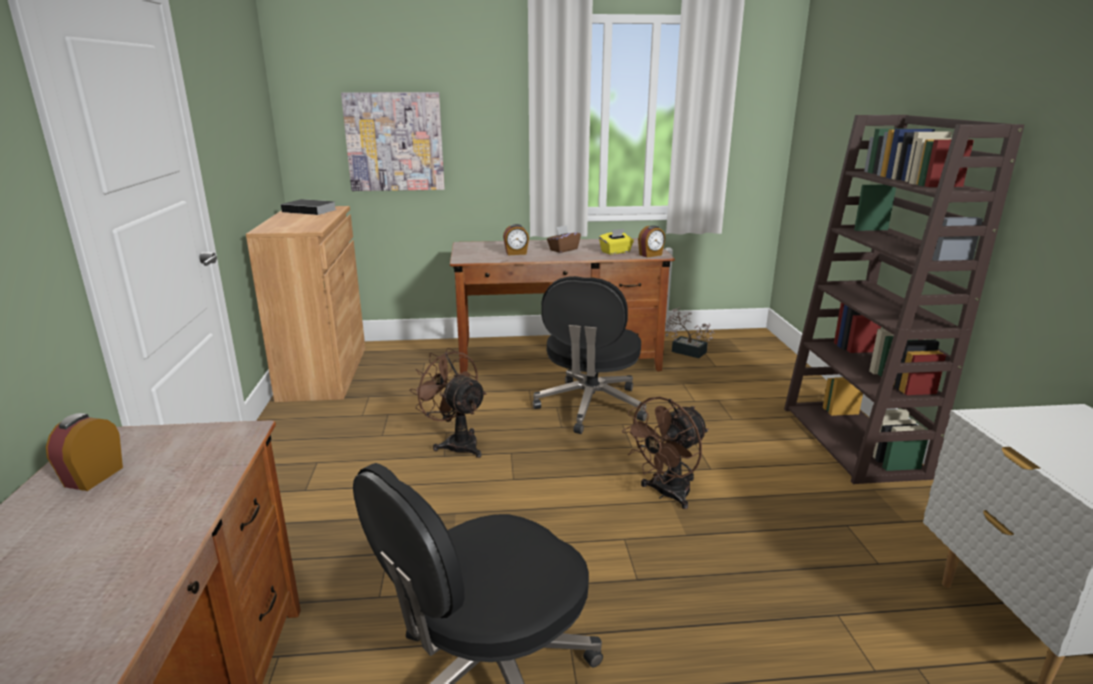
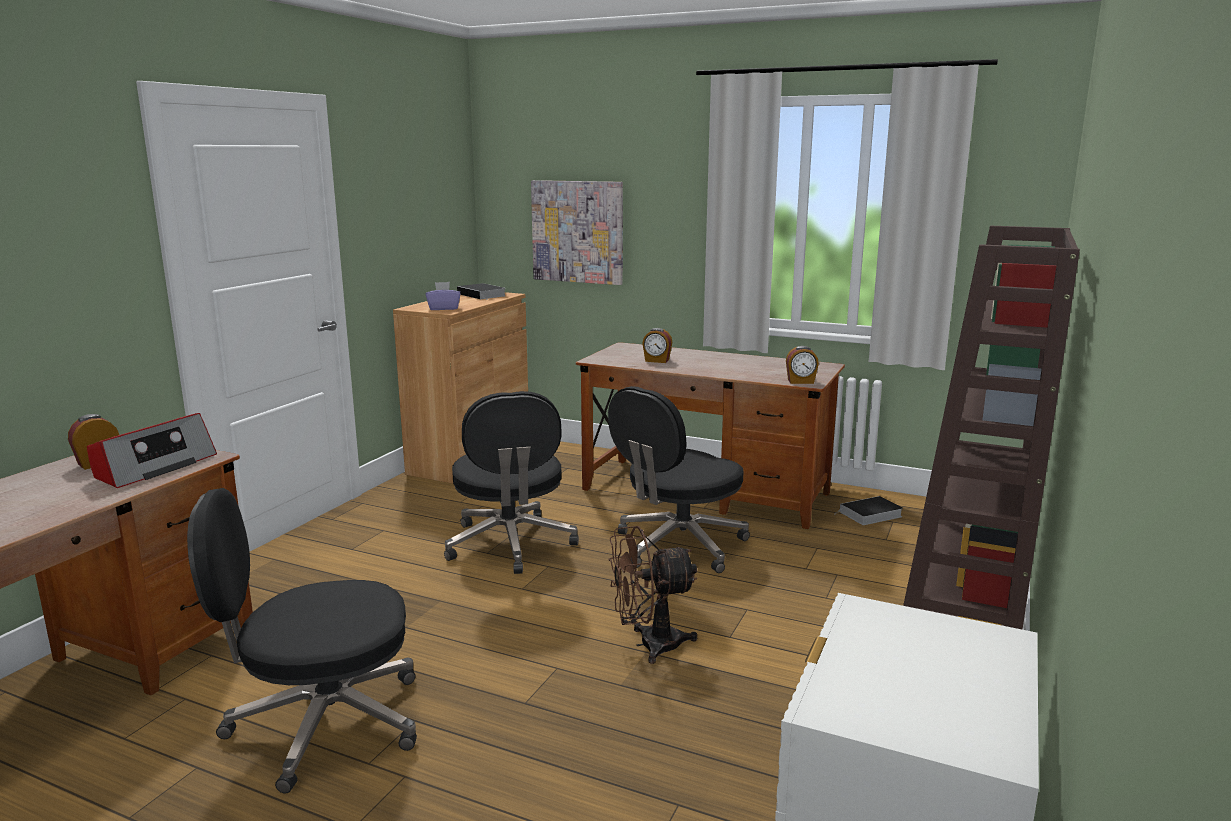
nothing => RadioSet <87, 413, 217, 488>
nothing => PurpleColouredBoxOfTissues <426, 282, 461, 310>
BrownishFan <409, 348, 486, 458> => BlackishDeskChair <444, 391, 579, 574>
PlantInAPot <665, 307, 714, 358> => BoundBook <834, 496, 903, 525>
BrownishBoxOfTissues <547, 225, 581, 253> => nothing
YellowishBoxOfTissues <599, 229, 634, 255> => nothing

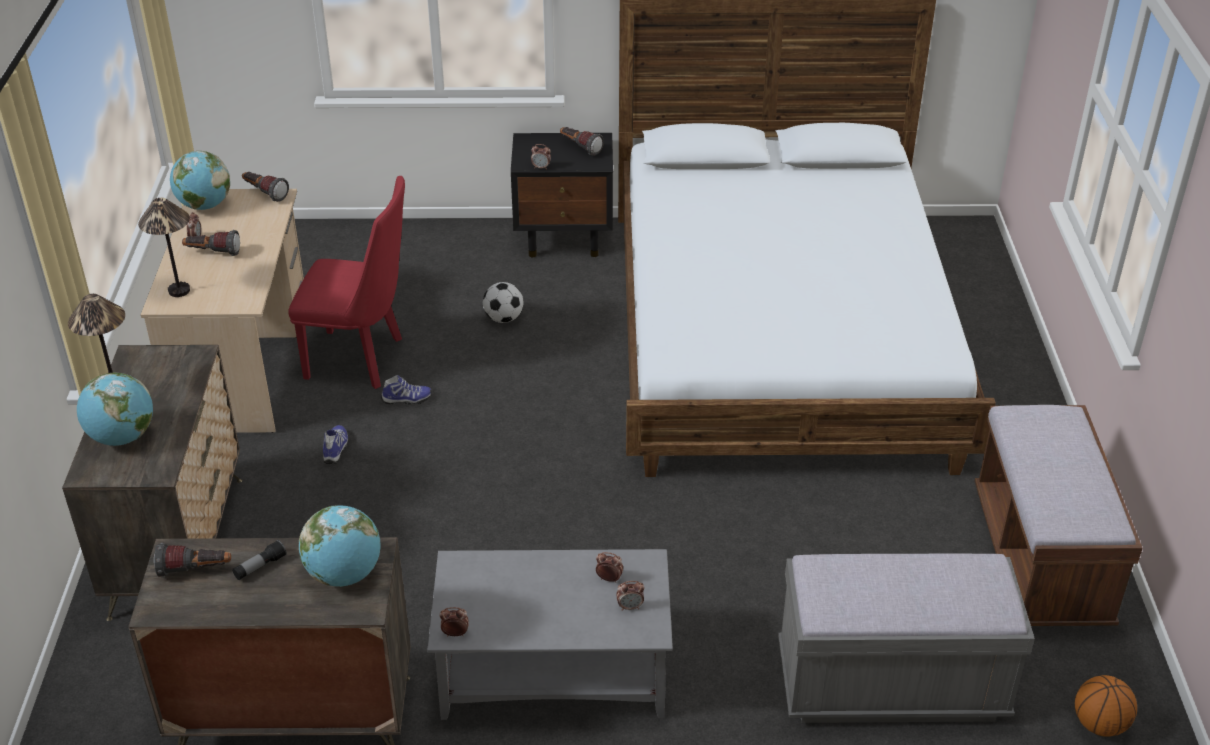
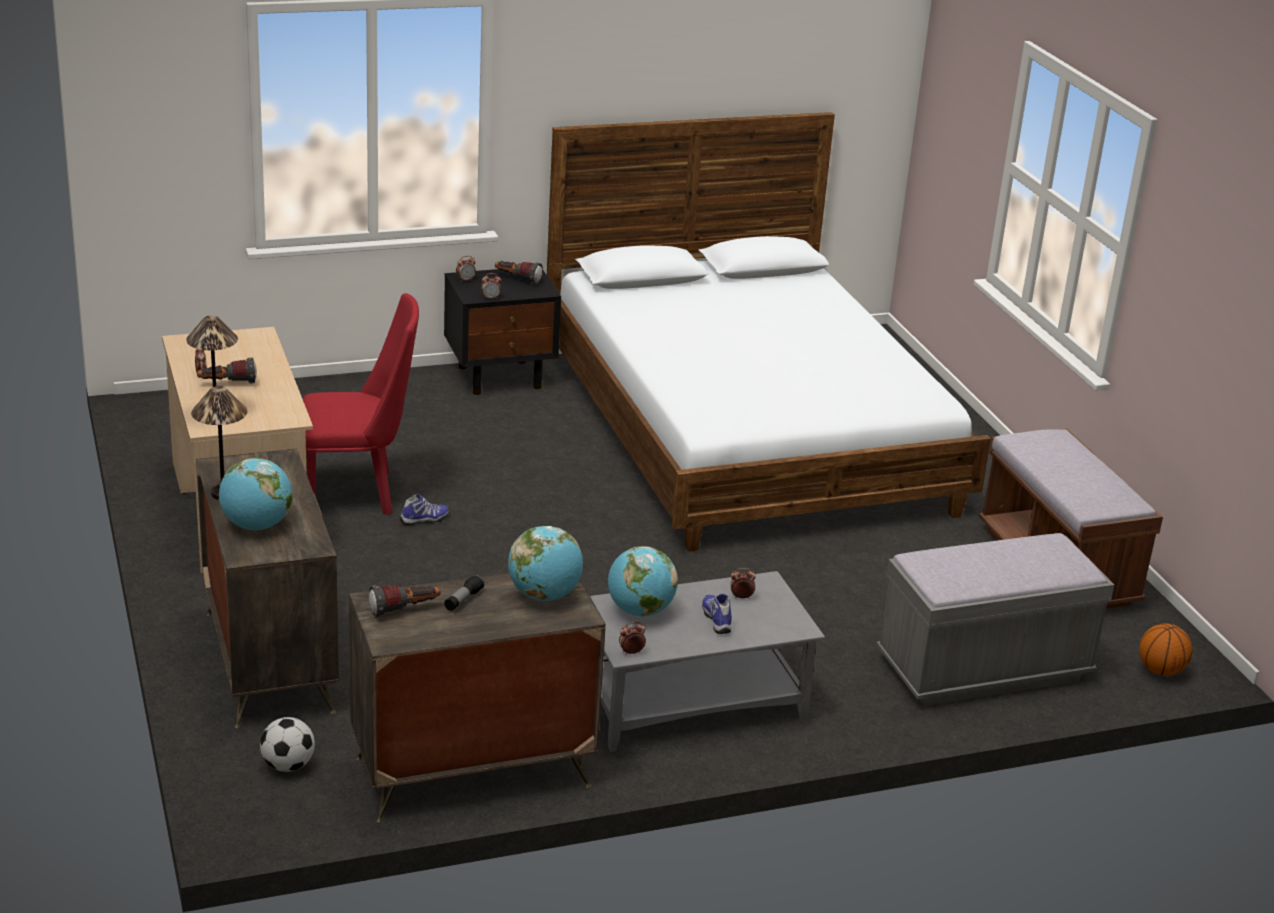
Football <483, 282, 523, 323> => Football <260, 717, 315, 772>, shifted
BedsideClock <617, 581, 645, 611> => BedsideClock <456, 256, 476, 281>, shifted
Globe <170, 151, 230, 210> => Globe <608, 546, 678, 617>, shifted
Shoe <323, 425, 349, 464> => Shoe <702, 594, 732, 634>, shifted
Torch <242, 172, 289, 202> => nothing

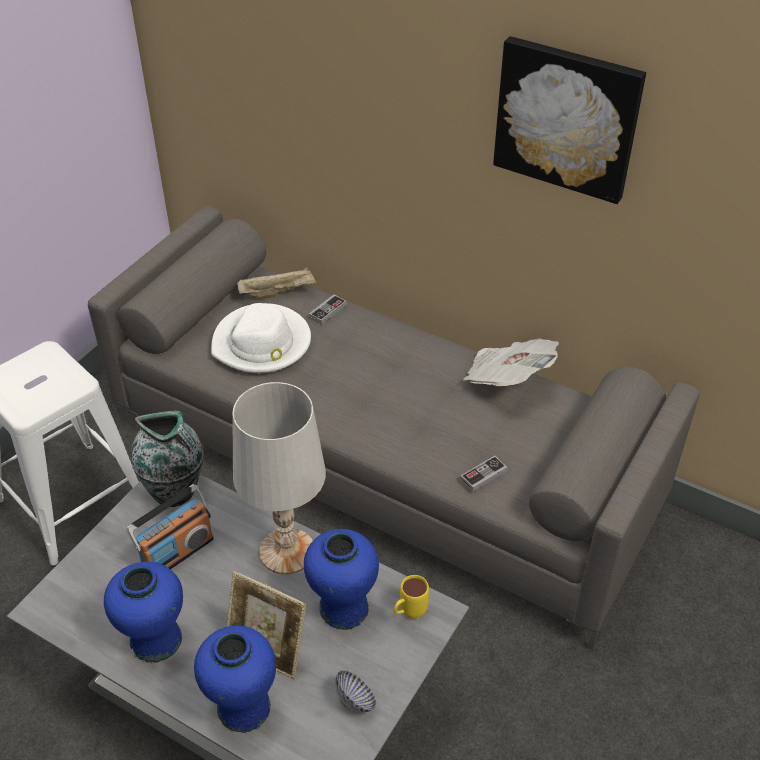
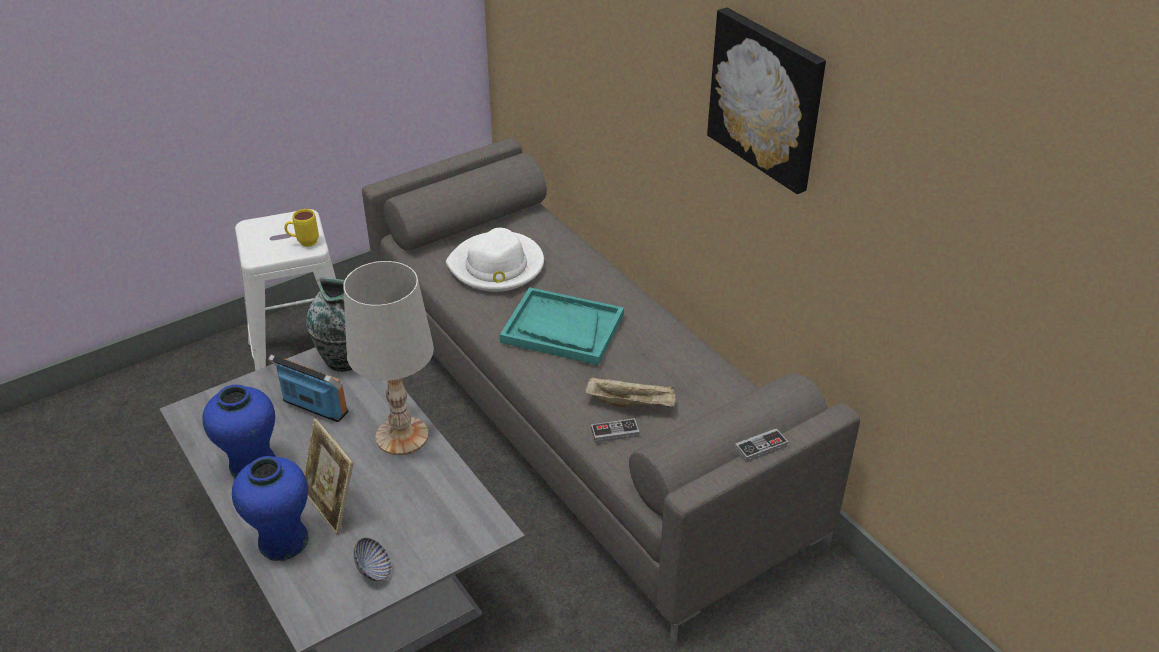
RadioSet <126, 484, 214, 569> => RadioSet <268, 355, 348, 422>, 135 degrees counterclockwise
YellowishTeaMug <394, 575, 429, 619> => YellowishTeaMug <284, 209, 319, 247>, shifted
nothing => TurquoiseColouredTray <500, 287, 624, 365>
BeigeTray <237, 267, 316, 298> => BeigeTray <585, 377, 675, 408>, shifted
Gamepad <309, 295, 346, 325> => Gamepad <735, 428, 788, 462>, shifted
BluishFlowerVase <304, 529, 379, 630> => nothing
Newspaper <464, 338, 559, 386> => nothing

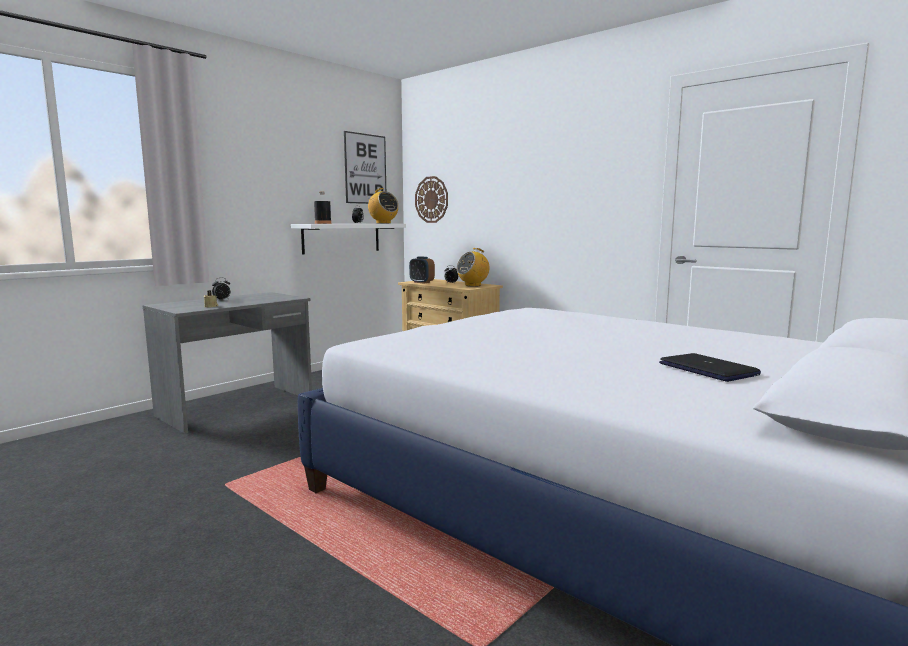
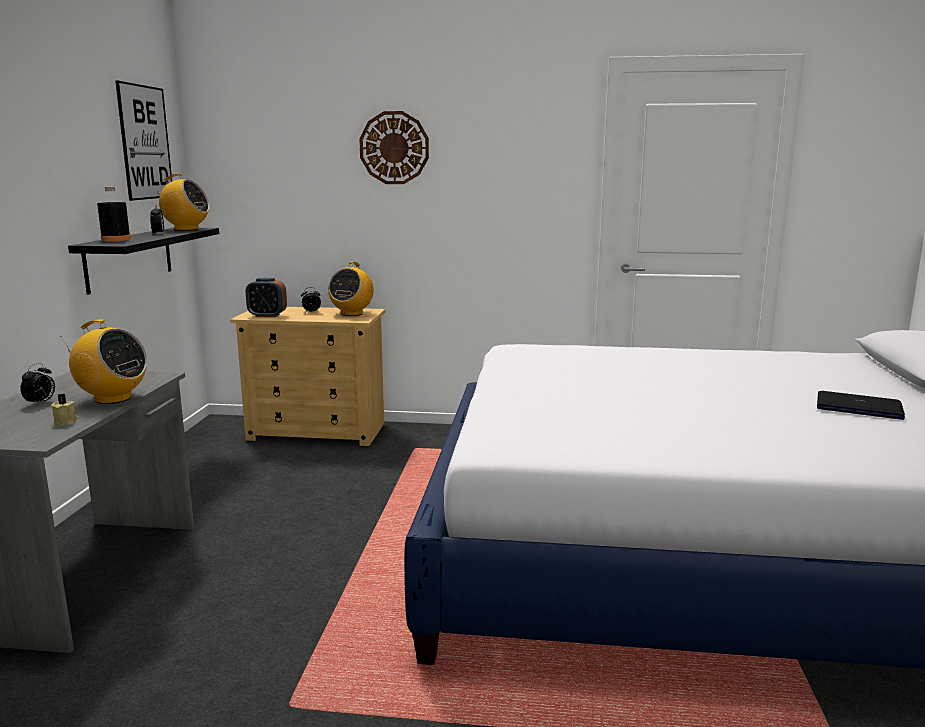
nothing => RadioSet <60, 320, 147, 404>
WhiteColouredShelf <291, 224, 406, 255> => BlackishShelf <68, 227, 219, 295>
HangingClock <415, 176, 448, 223> => HangingClock <359, 111, 429, 184>, shifted

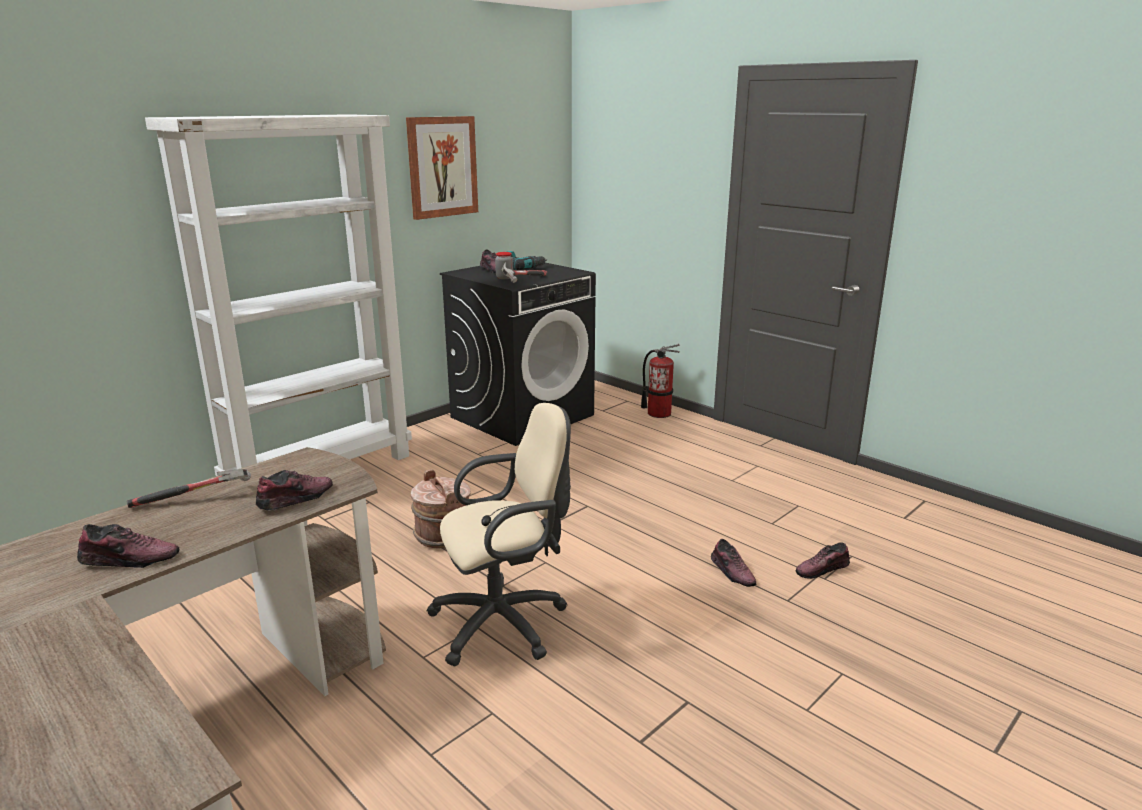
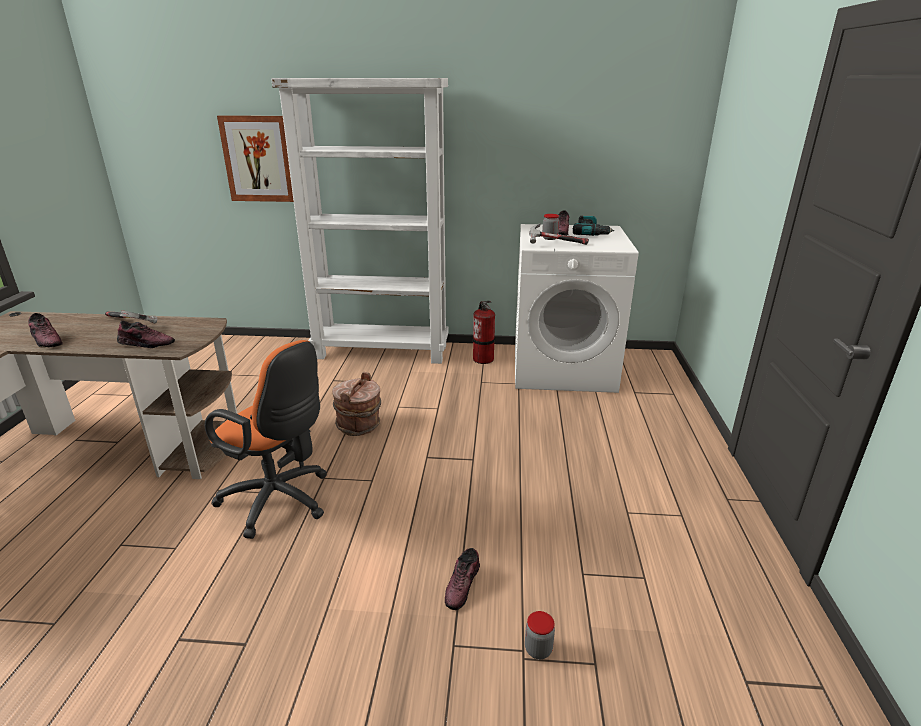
BeigeDeskChair <426, 403, 571, 666> => OrangeDeskChair <205, 340, 327, 539>
Picture <406, 116, 478, 220> => Picture <217, 115, 294, 202>, shifted
Extinguisher <641, 344, 680, 418> => Extinguisher <472, 301, 495, 364>, shifted
BlackishLaundryAppliance <440, 263, 596, 446> => WhiteColouredLaundryAppliance <515, 224, 639, 393>
Shoe <796, 543, 850, 579> => Jar <525, 611, 555, 659>

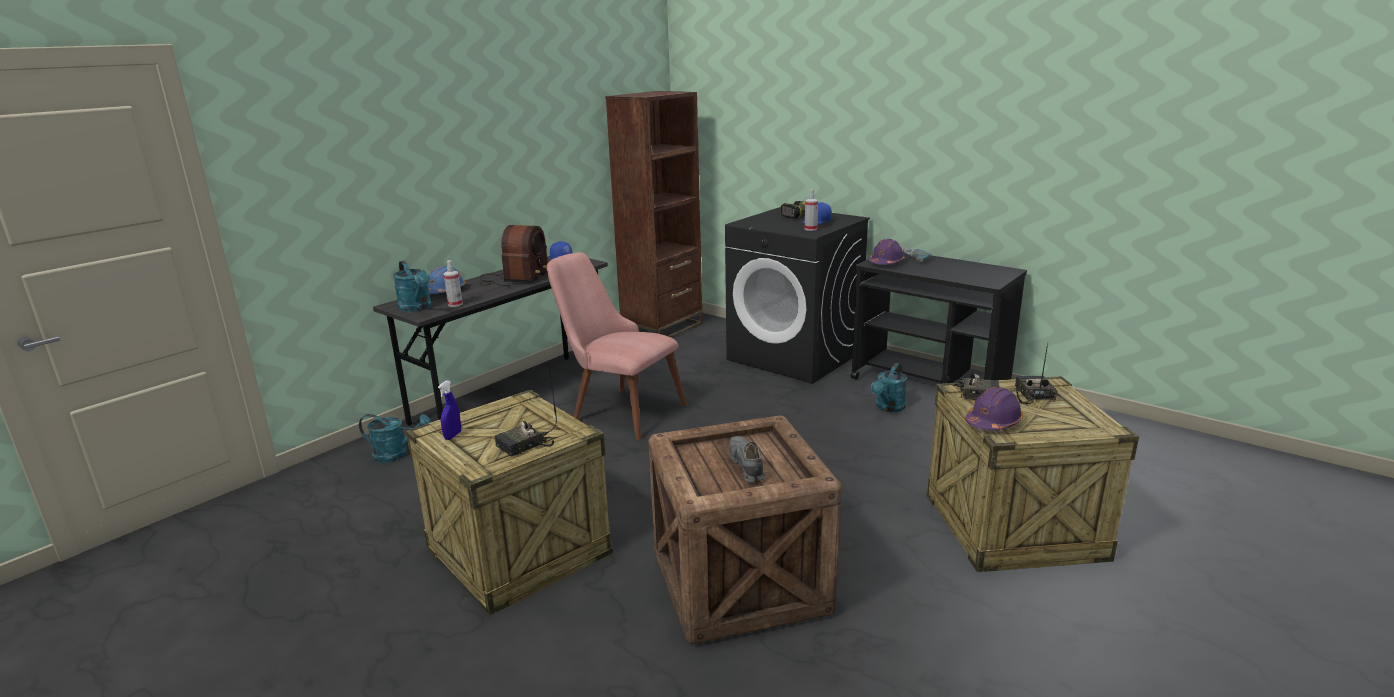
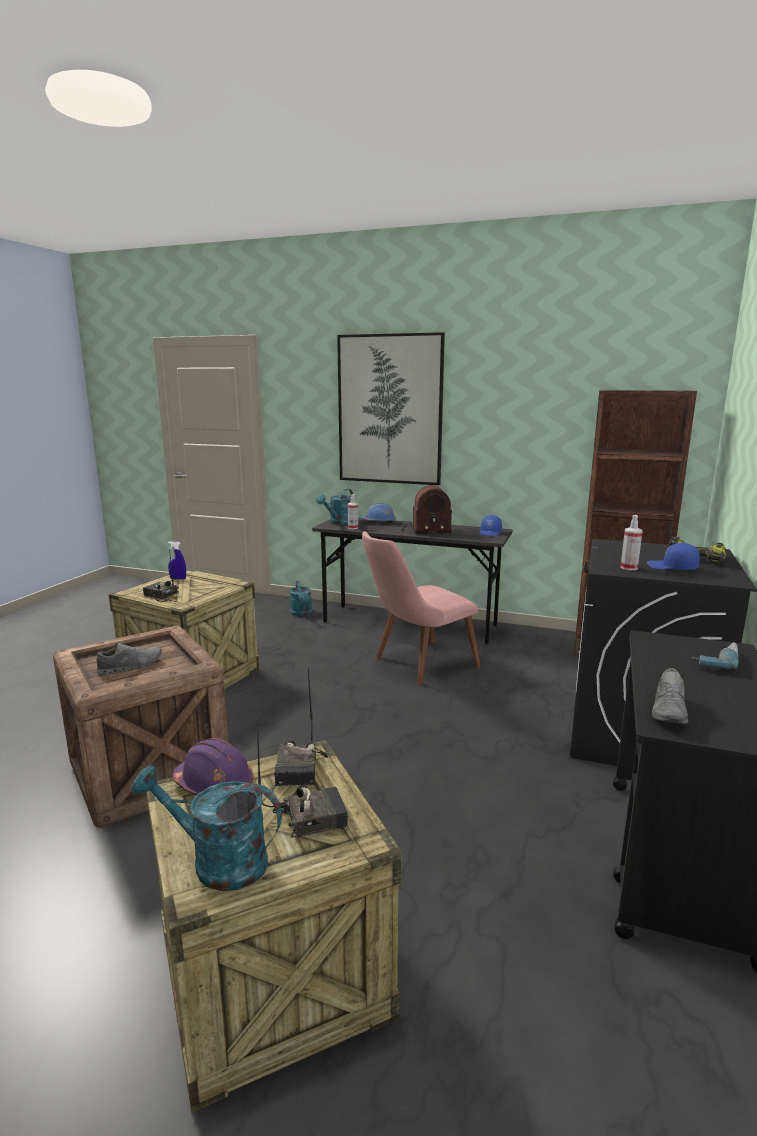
TurquoiseColouredWateringPot <871, 363, 907, 412> => TurquoiseColouredWateringPot <132, 765, 282, 891>, shifted
nothing => Picture <337, 332, 445, 485>
PinkishPlainChair <547, 252, 687, 440> => PinkishPlainChair <362, 531, 481, 686>, 135 degrees counterclockwise
nothing => GreyishShoe <652, 668, 688, 724>
PurpleColouredSafetyHelmet <869, 239, 904, 265> => nothing

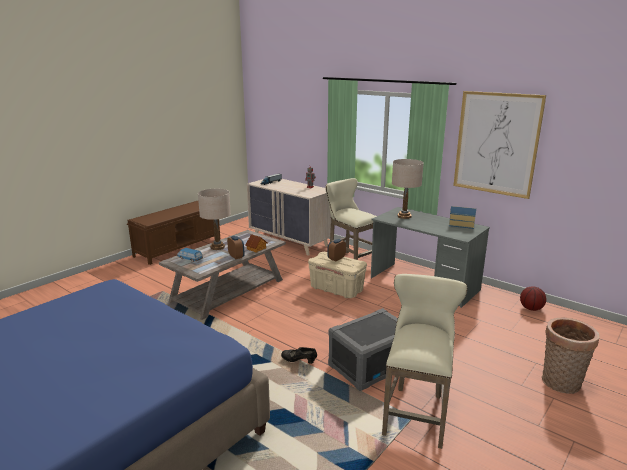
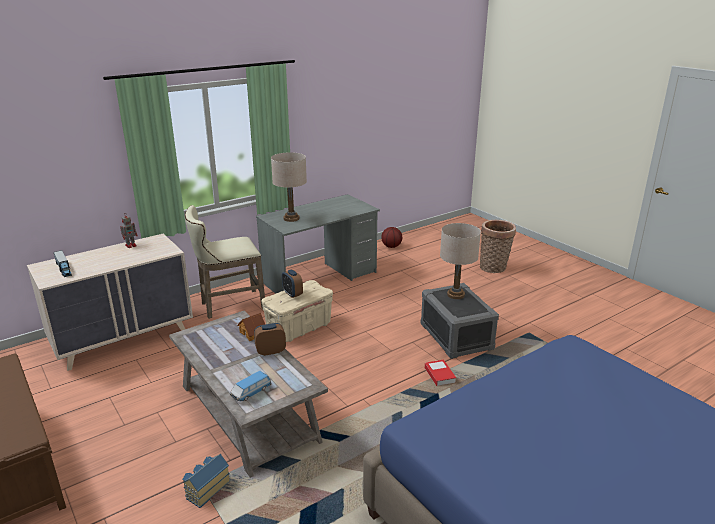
ModelHouse <449, 206, 476, 229> => ModelHouse <182, 454, 230, 508>, shifted
BlackishShoe <281, 347, 317, 364> => BoundBook <425, 359, 456, 386>
BeigeTabletopLamp <198, 189, 231, 250> => BeigeTabletopLamp <440, 223, 481, 299>, shifted
BeigeStoolSeat <382, 274, 467, 449> => nothing
Picture <453, 91, 546, 199> => nothing

